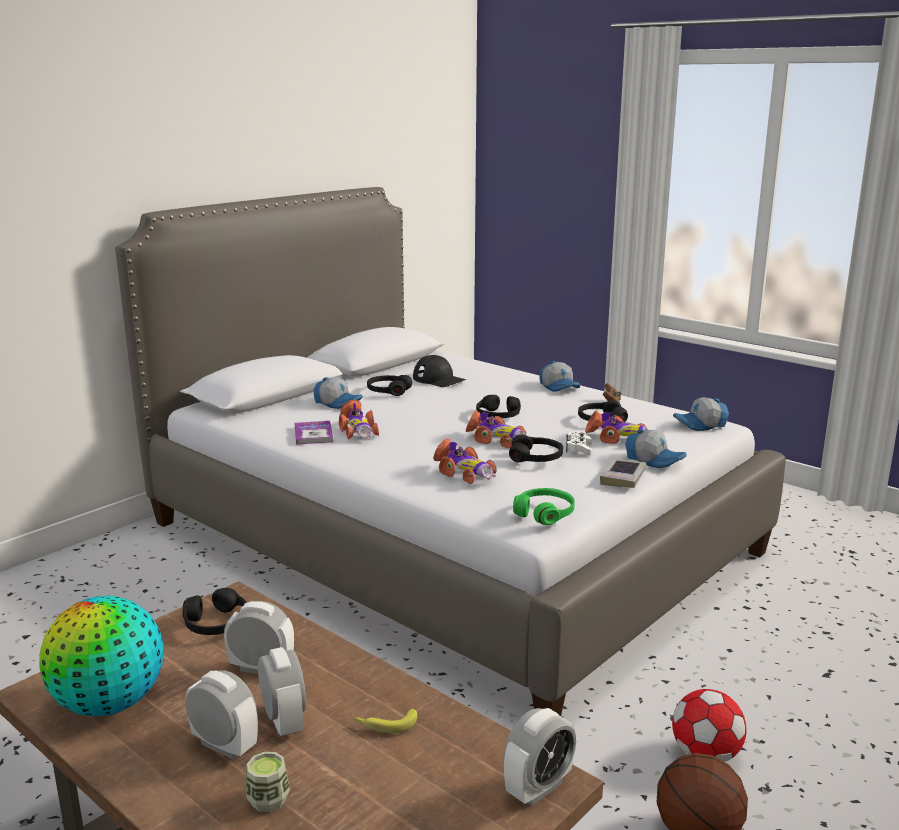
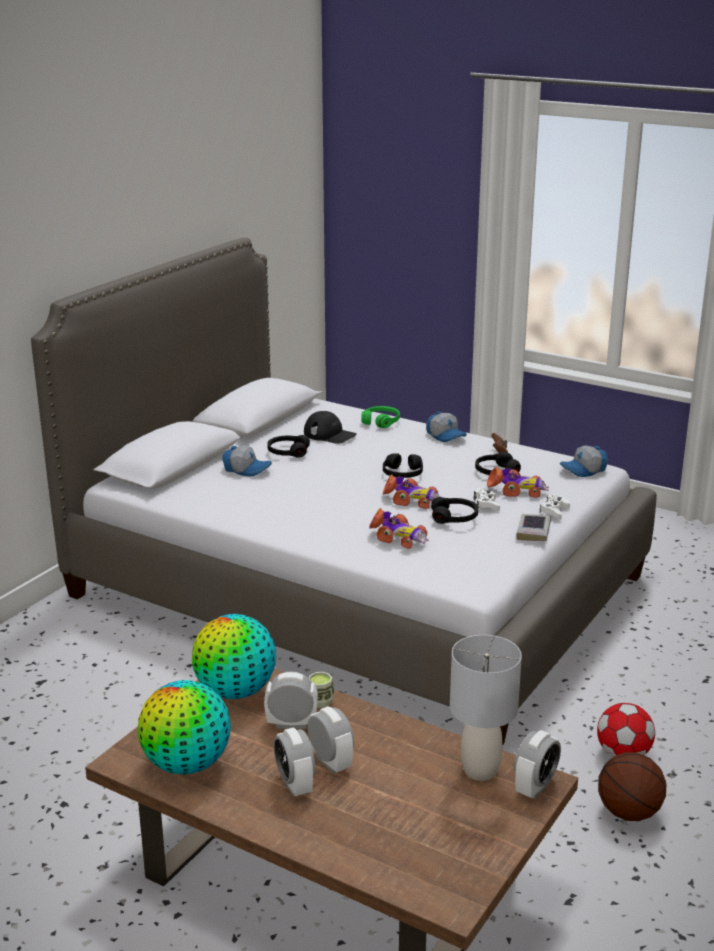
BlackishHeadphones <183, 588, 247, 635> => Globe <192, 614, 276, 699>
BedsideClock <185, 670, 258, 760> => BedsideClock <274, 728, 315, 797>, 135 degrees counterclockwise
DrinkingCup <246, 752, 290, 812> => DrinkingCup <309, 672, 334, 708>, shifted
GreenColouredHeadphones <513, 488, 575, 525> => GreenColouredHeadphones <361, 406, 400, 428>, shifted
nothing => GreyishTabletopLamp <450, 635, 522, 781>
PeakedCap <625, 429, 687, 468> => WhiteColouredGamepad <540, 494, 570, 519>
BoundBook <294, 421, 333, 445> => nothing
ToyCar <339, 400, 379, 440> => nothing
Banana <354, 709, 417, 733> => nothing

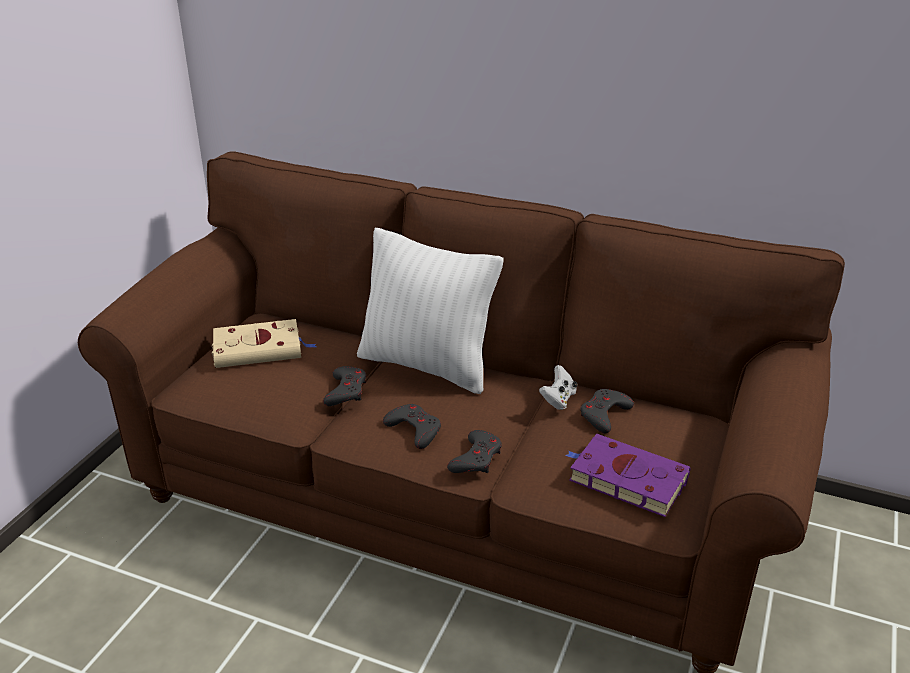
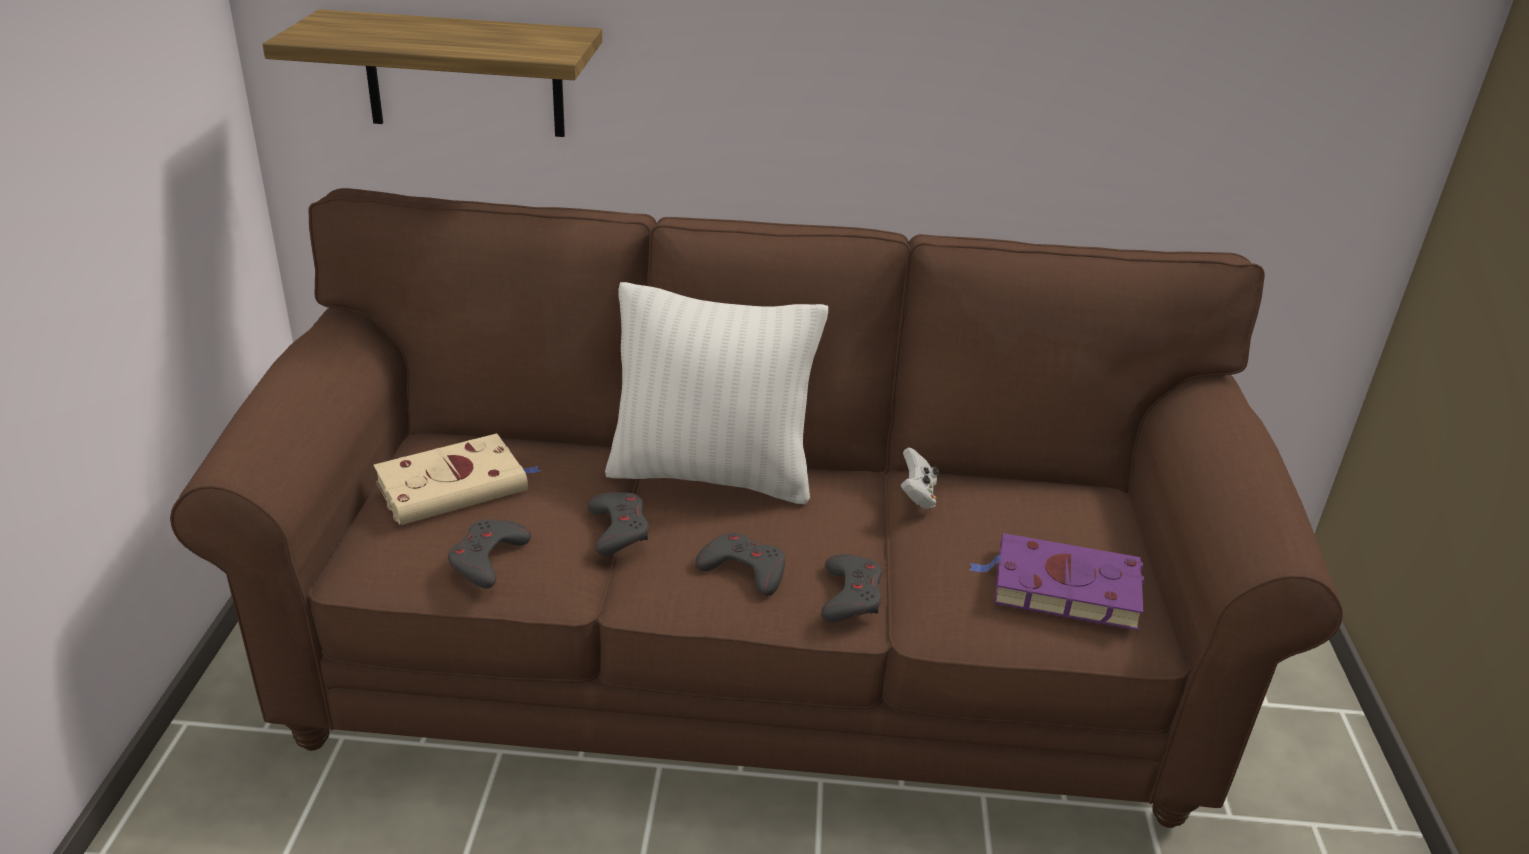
nothing => Shelf <263, 9, 602, 137>
GreyishGamepad <580, 389, 634, 433> => GreyishGamepad <448, 519, 531, 588>, shifted

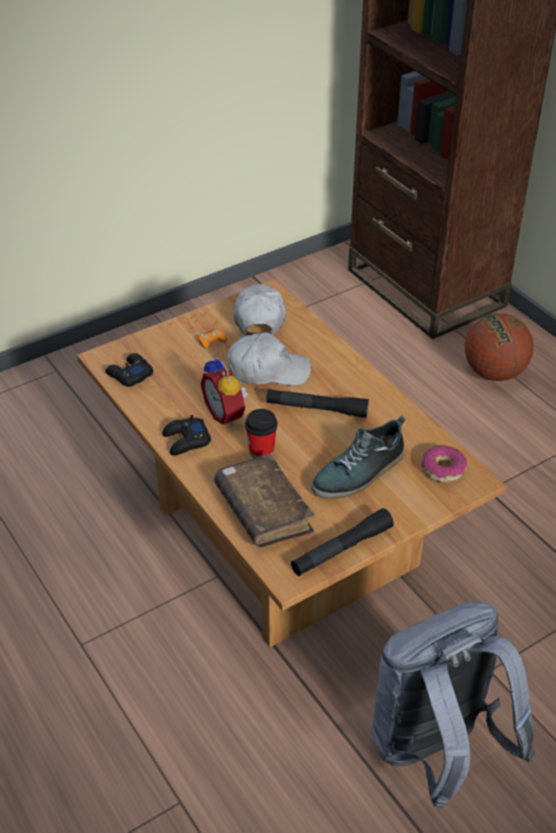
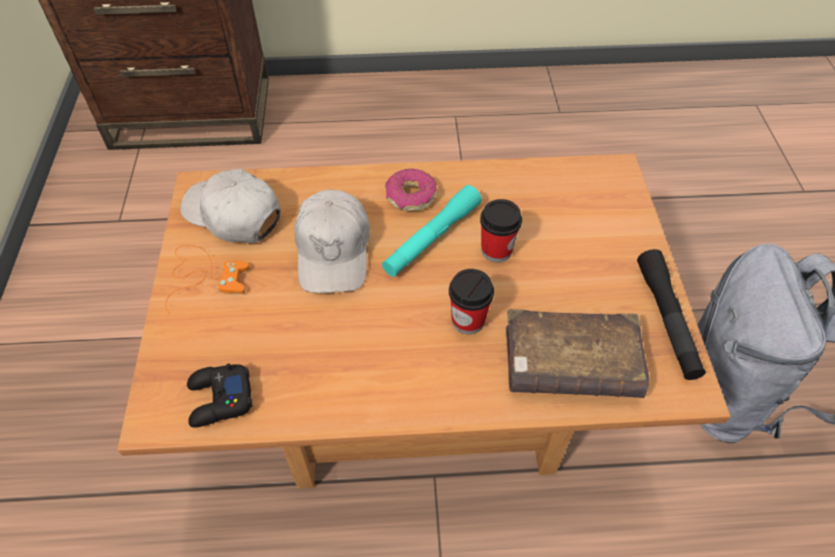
WhiteColouredPeakedCap <227, 332, 311, 386> => WhiteColouredPeakedCap <294, 190, 370, 293>, 150 degrees clockwise
BlackishTorch <266, 389, 369, 418> => TurquoiseColouredTorch <382, 185, 482, 277>
Doughnut <421, 445, 467, 482> => Doughnut <385, 168, 437, 211>, shifted
nothing => DrinkingCup <480, 199, 522, 262>
BlackishGamepad <162, 415, 211, 456> => nothing
BedsideClock <201, 355, 248, 426> => nothing
Shoe <311, 416, 405, 499> => nothing
BasketballBall <465, 313, 534, 381> => nothing

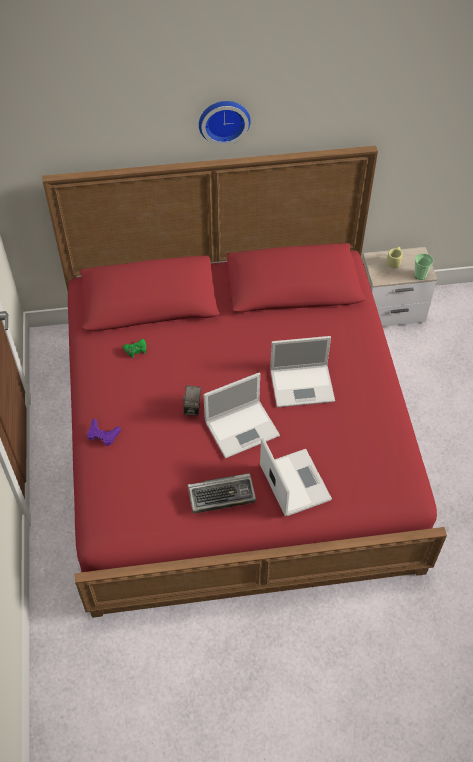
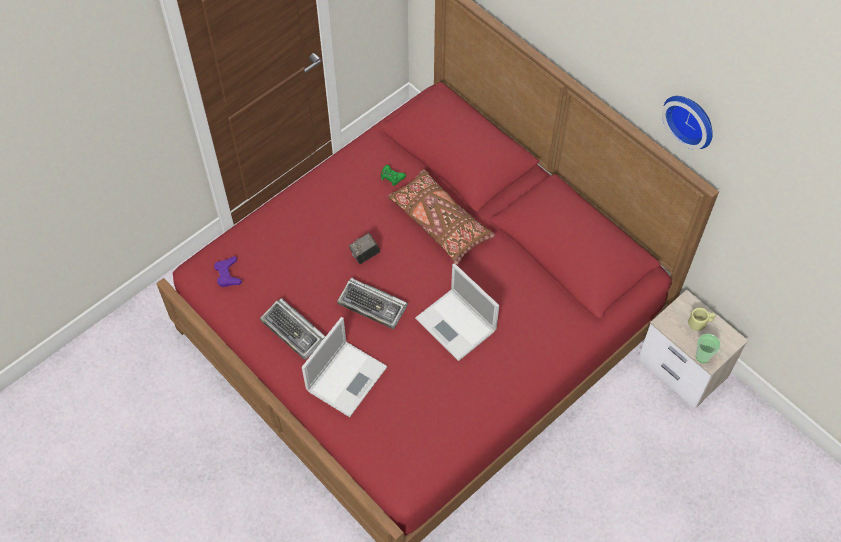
PurpleColouredGamepad <87, 418, 121, 446> => PurpleColouredGamepad <214, 256, 242, 287>, shifted
PortableComputer <203, 373, 280, 458> => ComputerKeyboard <337, 277, 408, 329>
nothing => BrownishPillow <388, 169, 495, 265>
HangingClock <199, 101, 251, 145> => HangingClock <662, 96, 713, 149>, shifted

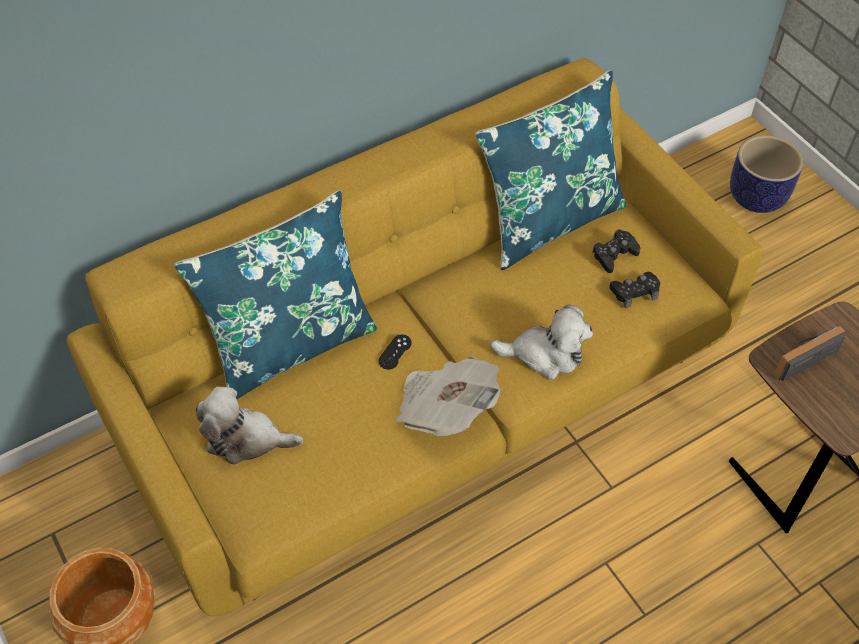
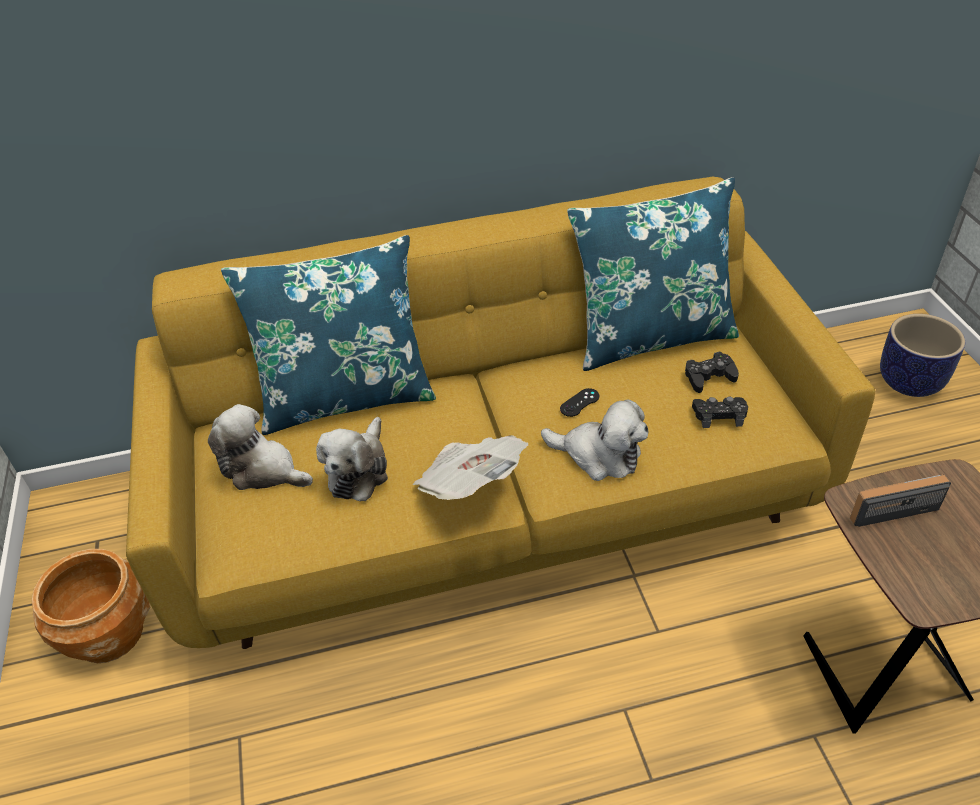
nothing => CuddlyToy <316, 417, 388, 501>
BlackishGamepad <379, 334, 412, 369> => BlackishGamepad <560, 388, 599, 417>, shifted

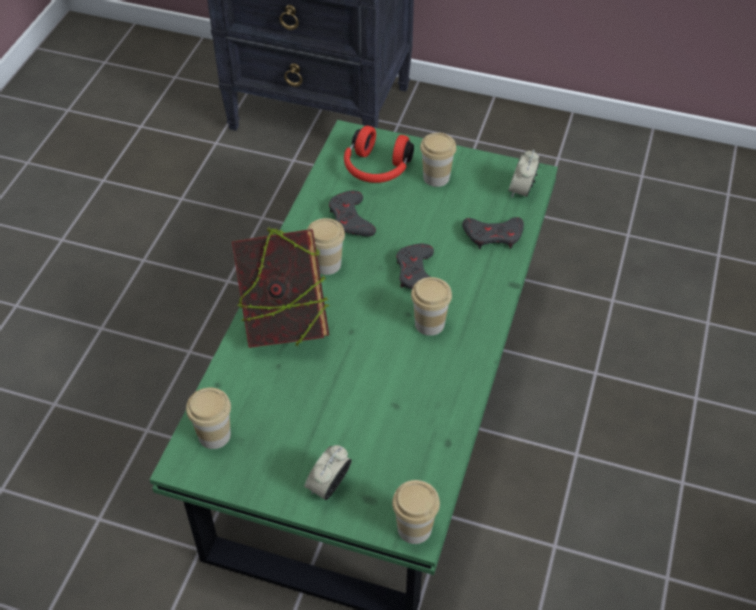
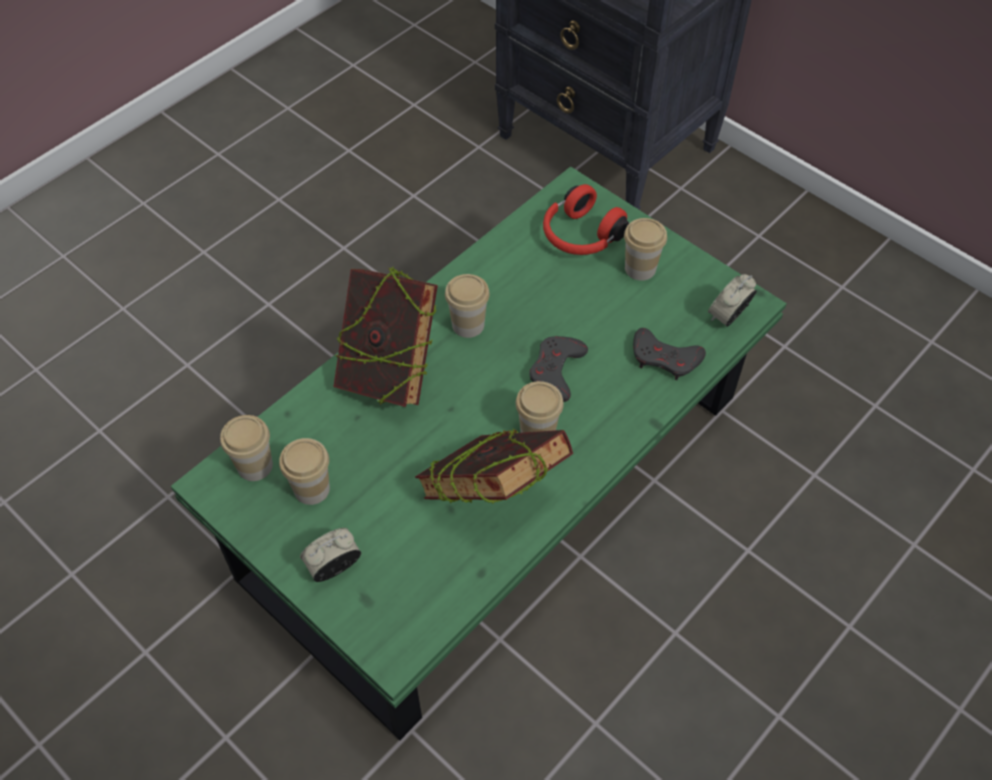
DrinkingCup <392, 480, 440, 544> => DrinkingCup <279, 438, 330, 505>, shifted
nothing => BoundBook <415, 429, 573, 504>
GreyishGamepad <329, 191, 376, 237> => nothing

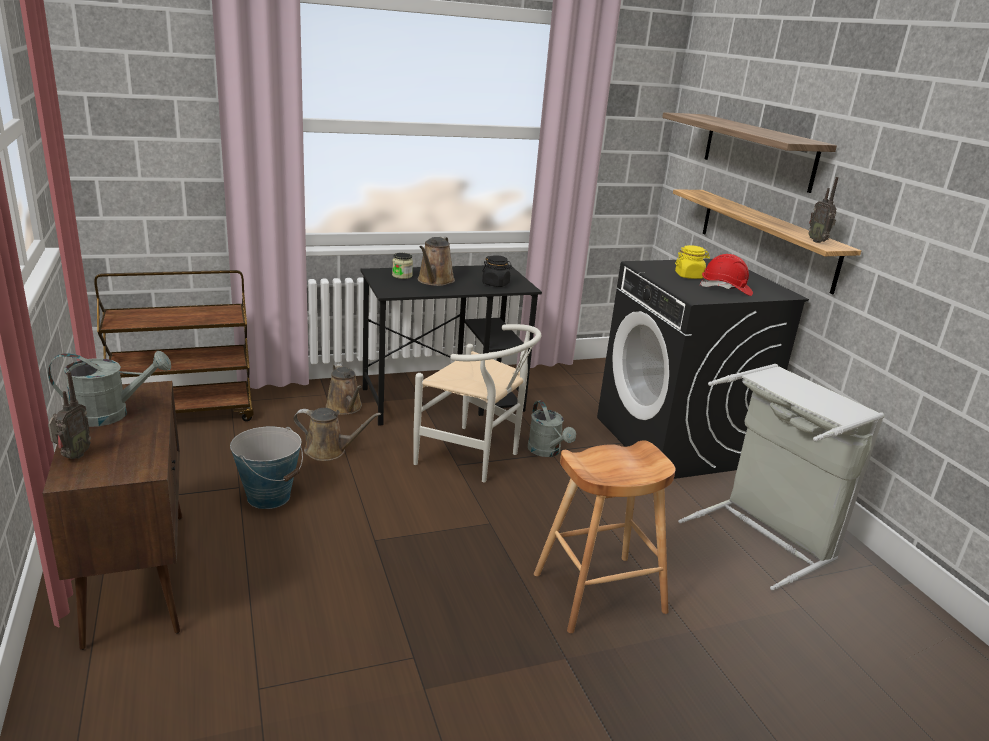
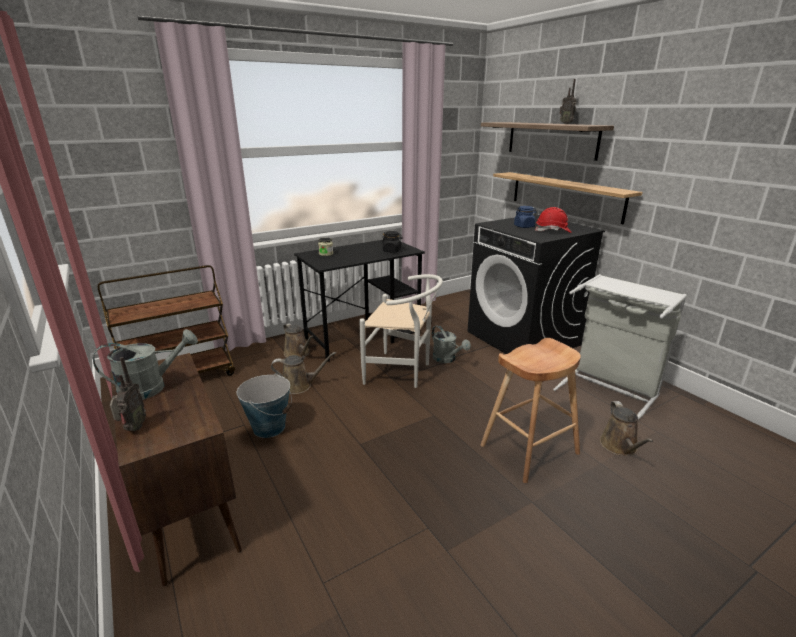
YellowishJar <675, 245, 710, 279> => BluishJar <514, 206, 536, 228>
RadioSet <808, 177, 838, 243> => RadioSet <560, 79, 576, 124>, shifted
BrownishWateringPot <417, 236, 455, 286> => BrownishWateringPot <600, 401, 654, 456>, shifted

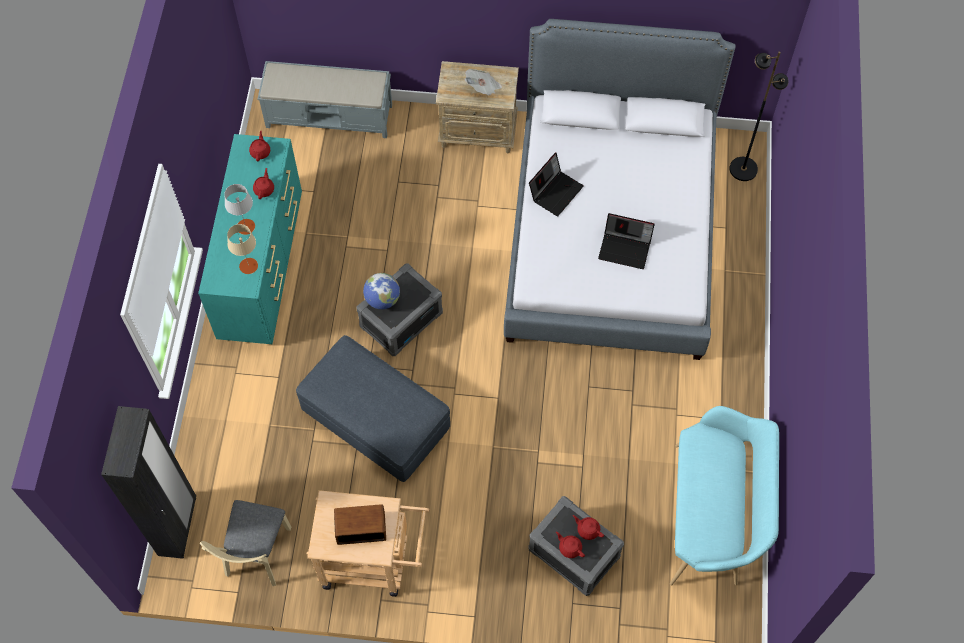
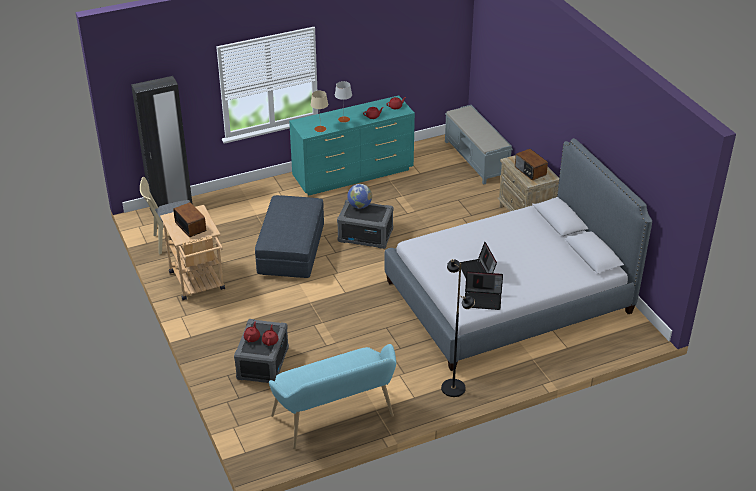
BlackishStandingLamp <729, 52, 789, 181> => BlackishStandingLamp <441, 259, 475, 397>, shifted
PortableComputer <529, 152, 584, 216> => PortableComputer <465, 271, 503, 310>, shifted
Newspaper <464, 69, 502, 95> => RadioSet <515, 149, 548, 180>

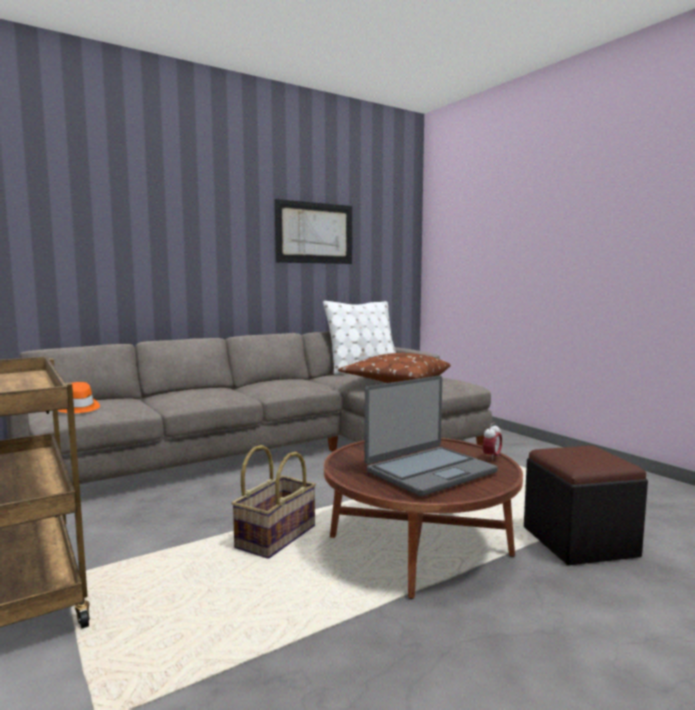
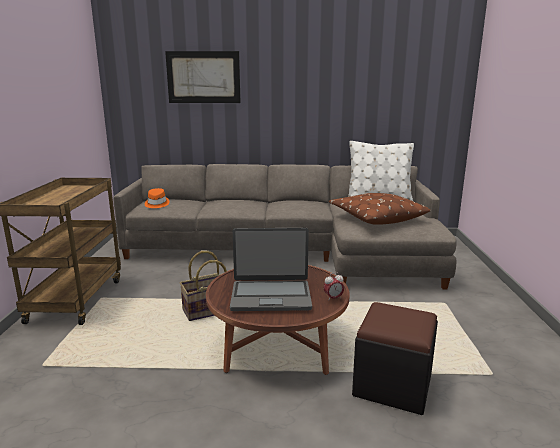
Picture <275, 199, 352, 264> => Picture <165, 51, 240, 103>, shifted

